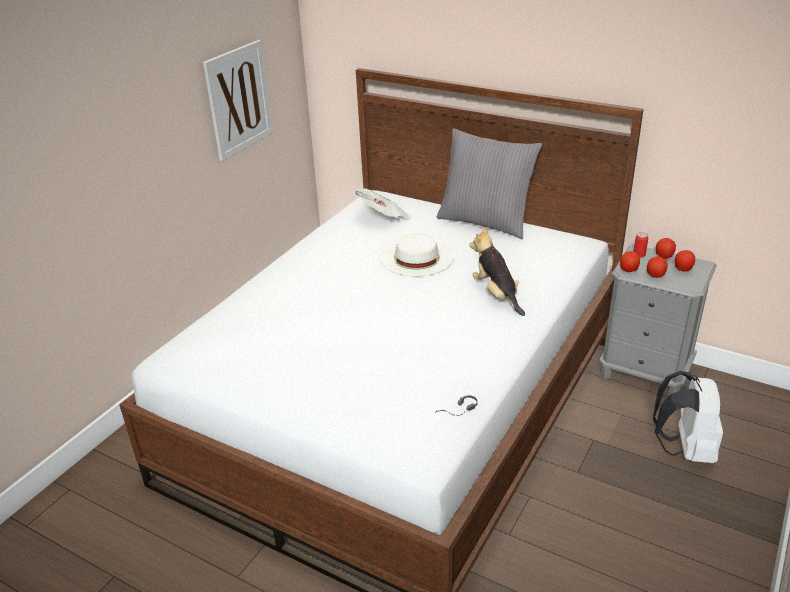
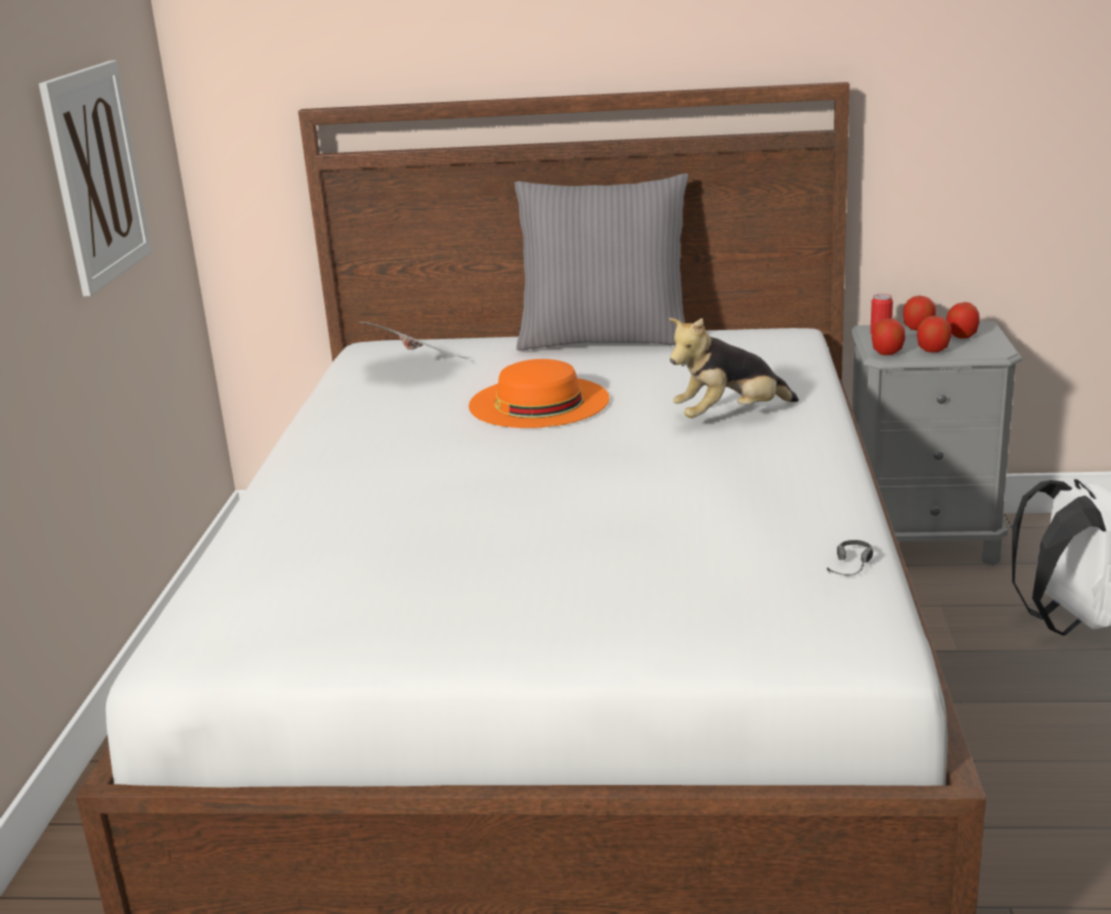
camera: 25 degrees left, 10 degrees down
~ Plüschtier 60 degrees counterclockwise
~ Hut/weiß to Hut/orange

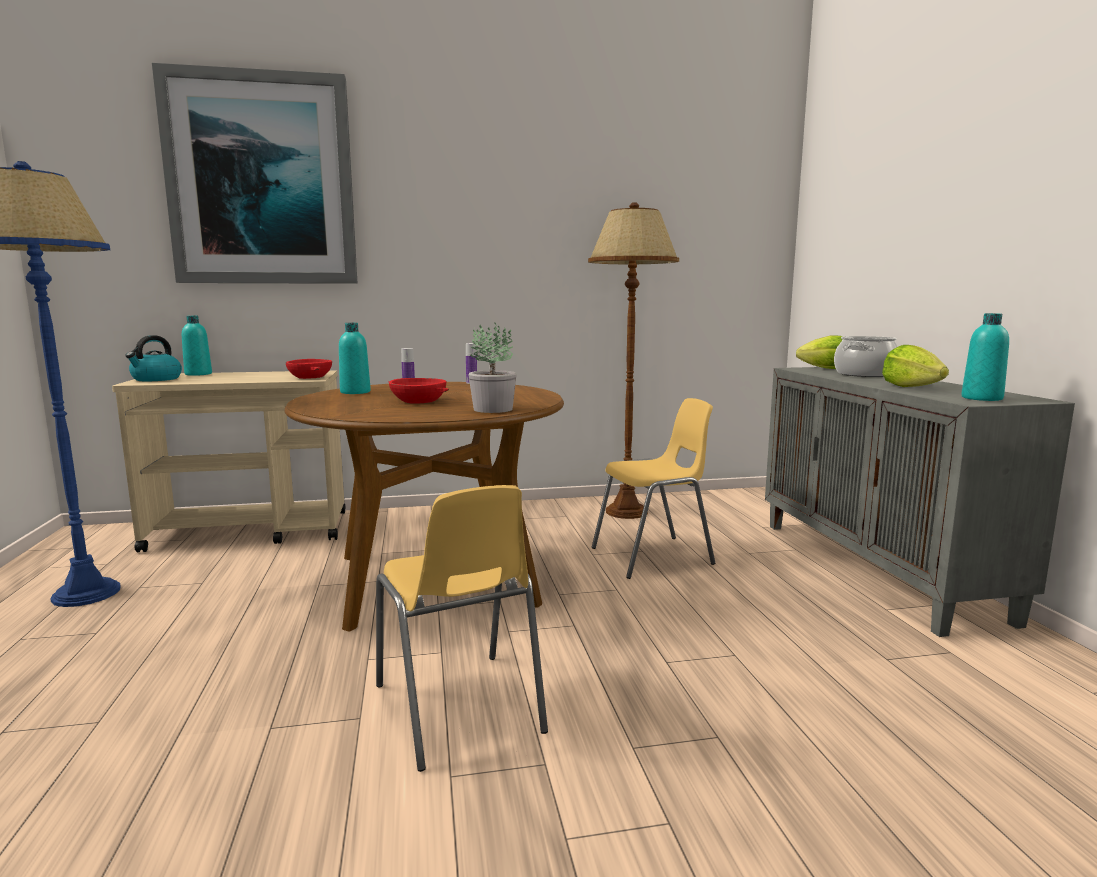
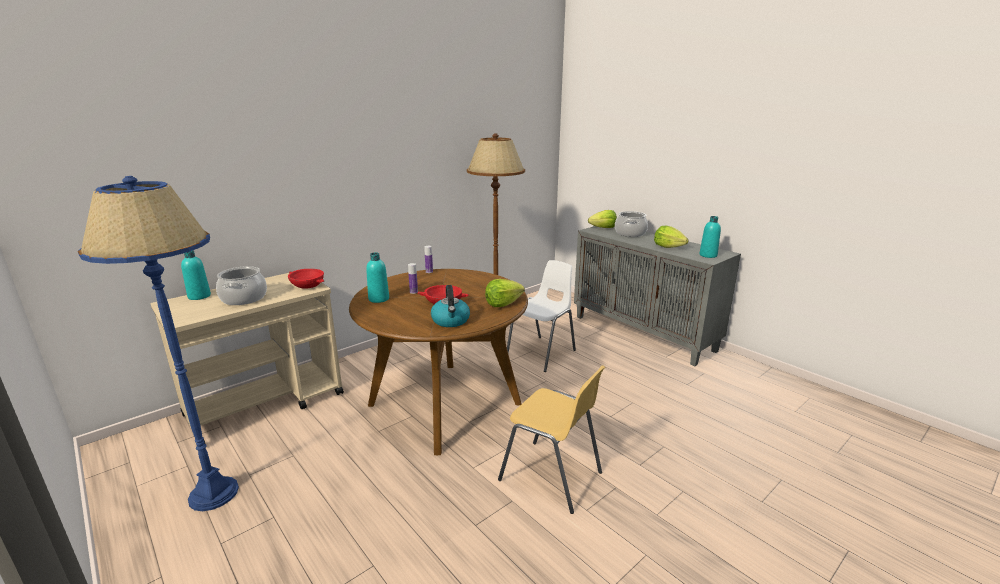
camera: 30 degrees left, 10 degrees up
- Bild
~ Topfpflanze to Salatkopf (1st from left)
~ Wasserkessel
~ Stuhl/gelb (2nd from left) to Stuhl/weiß
+ Kochtopf (1st from left)

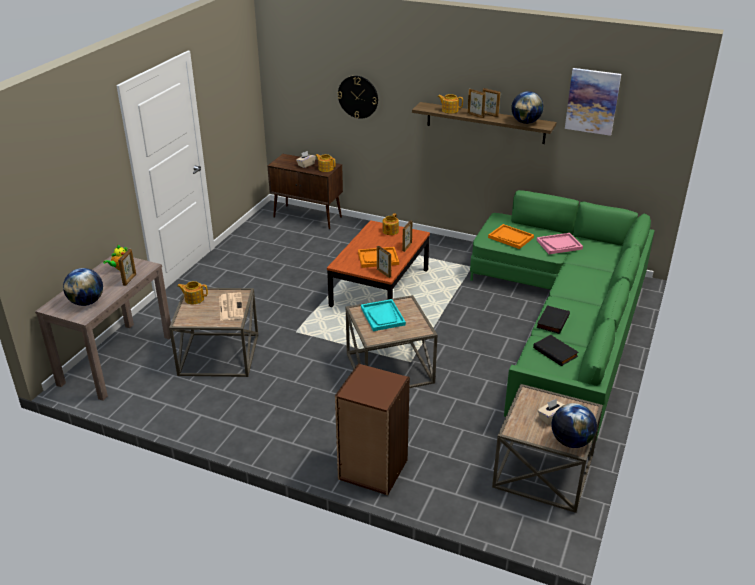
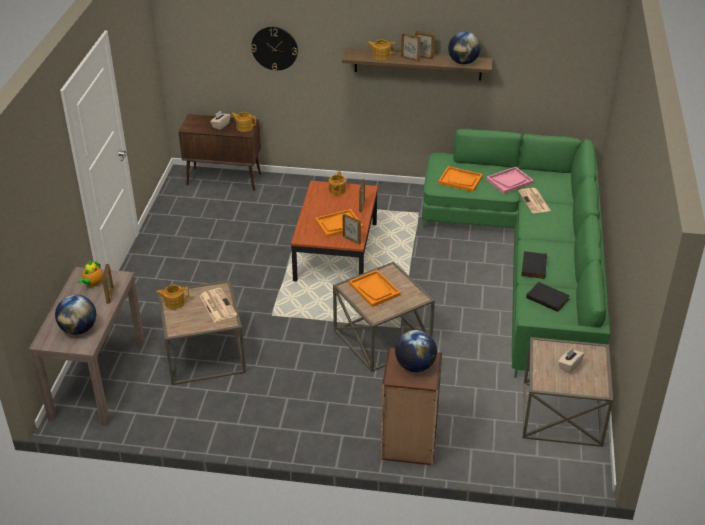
camera: 15 degrees left, 5 degrees up
- Bild
~ Tablett/türkis to Tablett/orange (2nd from left)
~ Globus (3rd from left in the first image) to Globus (2nd from left)
+ Zeitung (2nd from left)

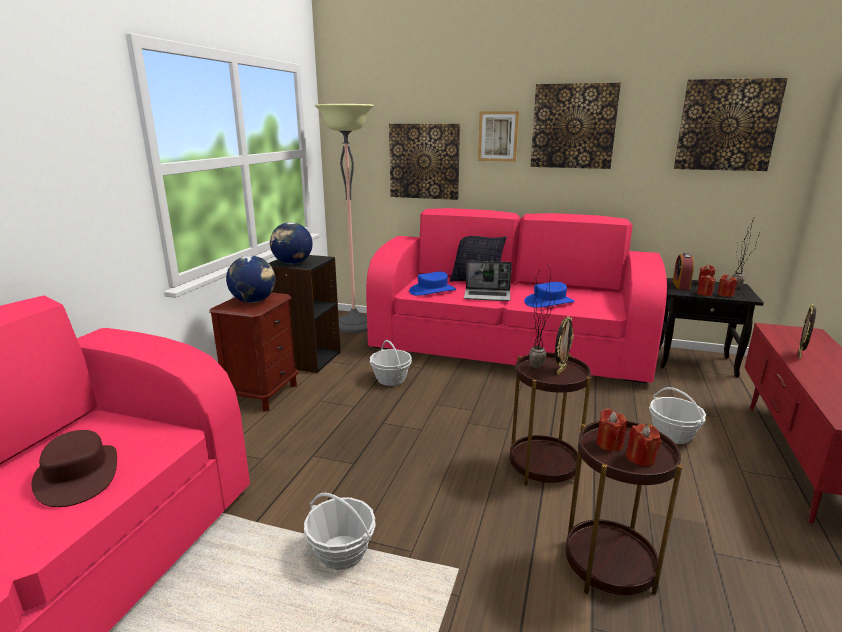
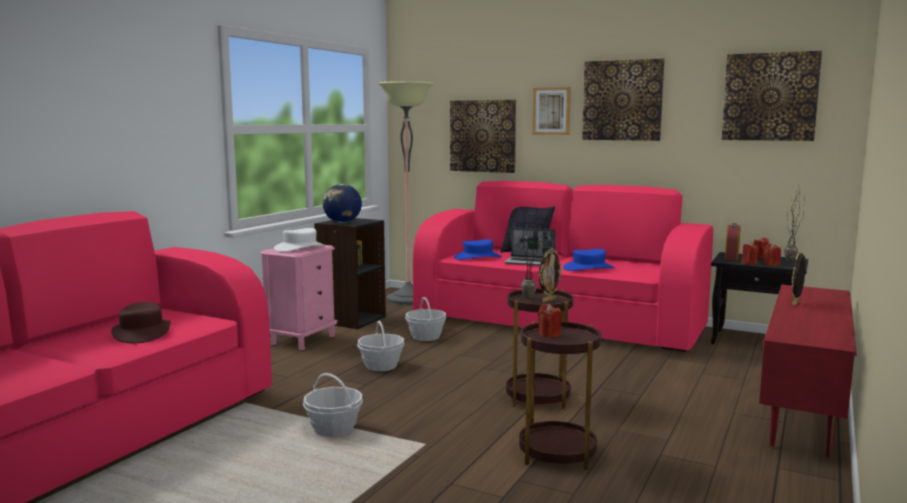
camera: 10 degrees right, 10 degrees down
~ Globus (1st from left) to Hut/weiß
~ Nachttisch/braun to Nachttisch/rosa
~ Korb (3rd from left in the first image) to Korb (2nd from left)
- Kerze/rot (2nd from left)

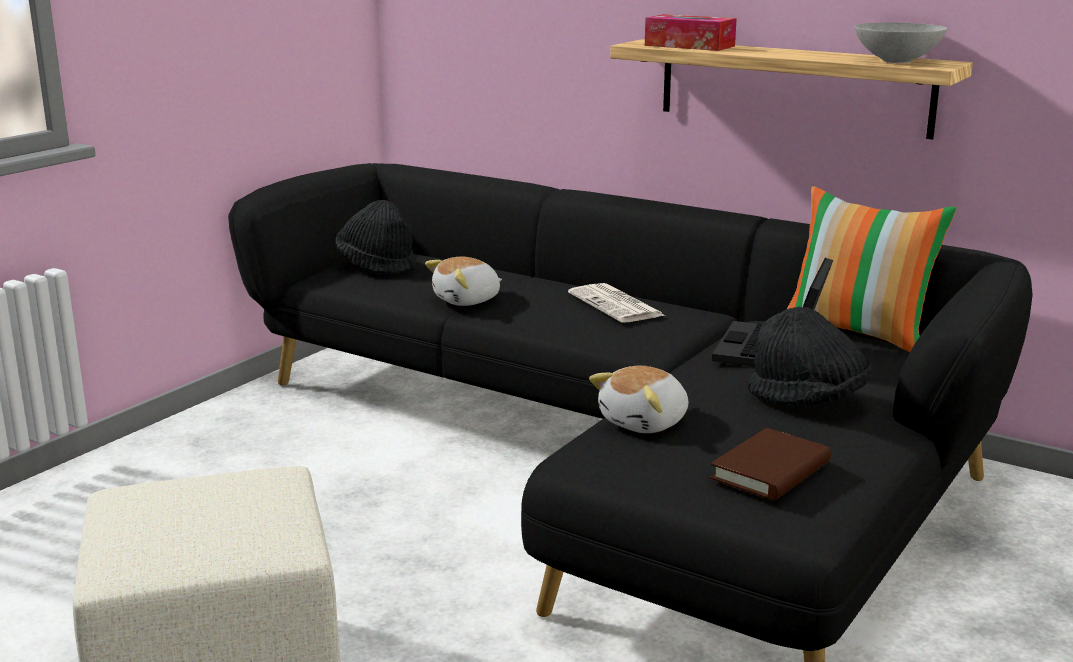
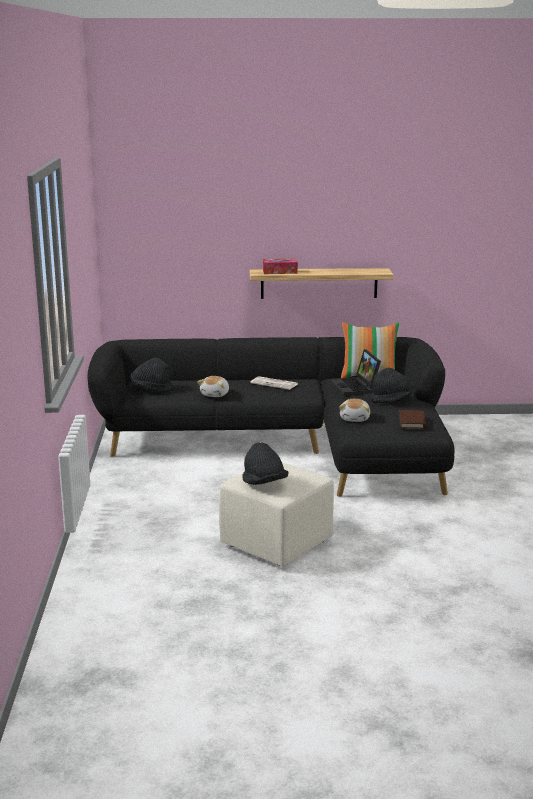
camera: 35 degrees left, 0 degrees up
- Schüssel/grau
+ Hut/schwarz (2nd from left)

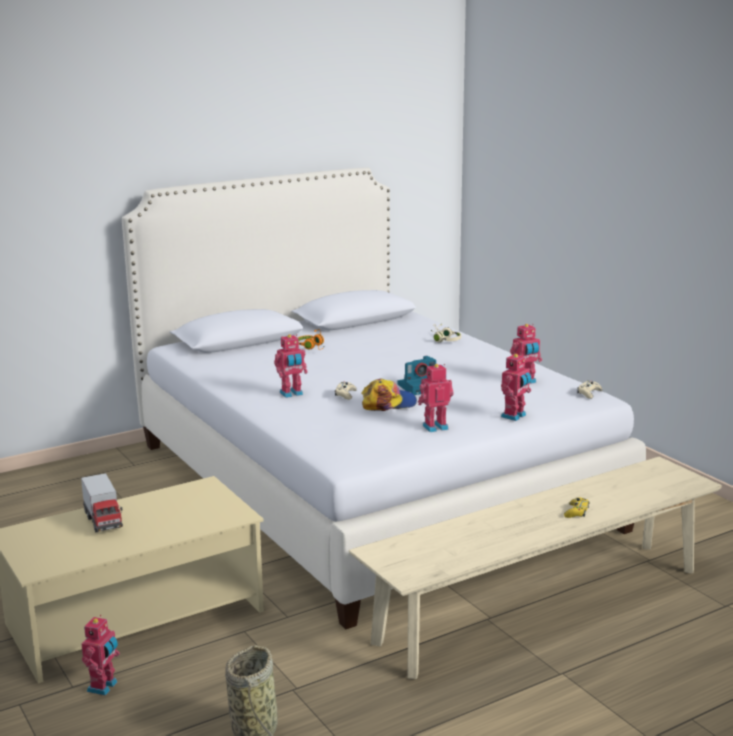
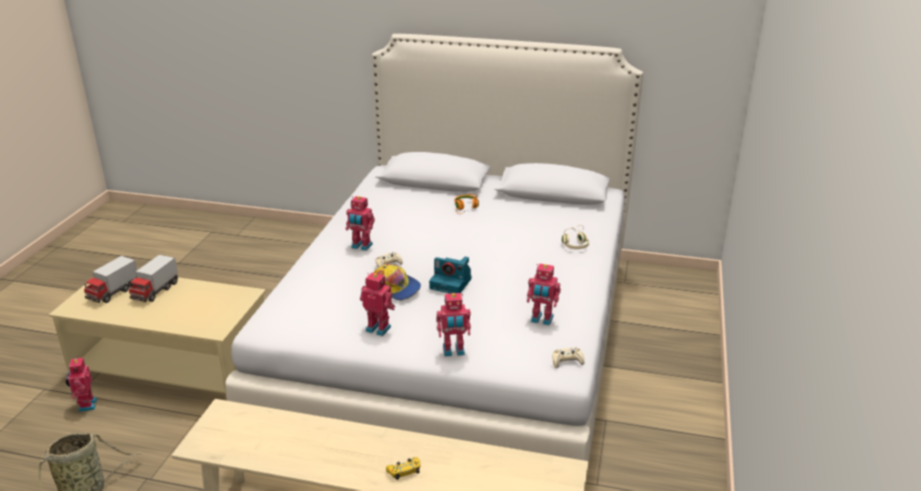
camera: 45 degrees right, 10 degrees up
~ Spielzeugroboter (1st from left) 105 degrees clockwise
+ Spielzeuglaster (1st from left)

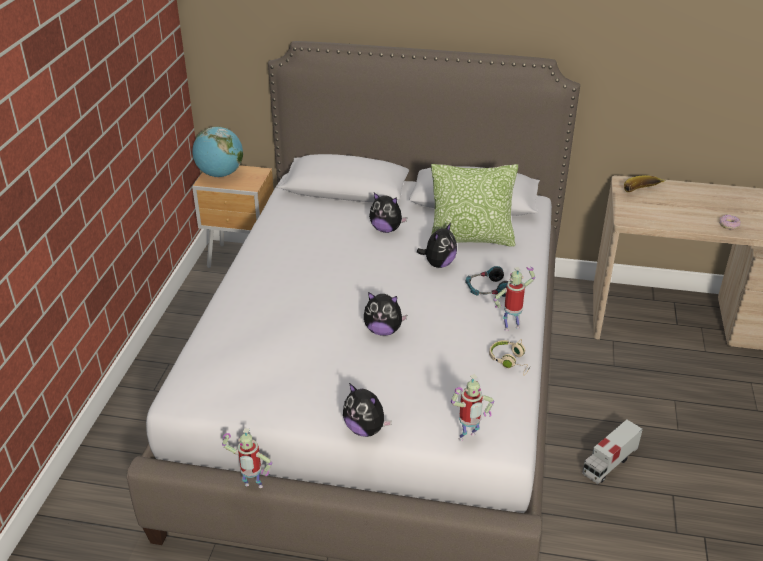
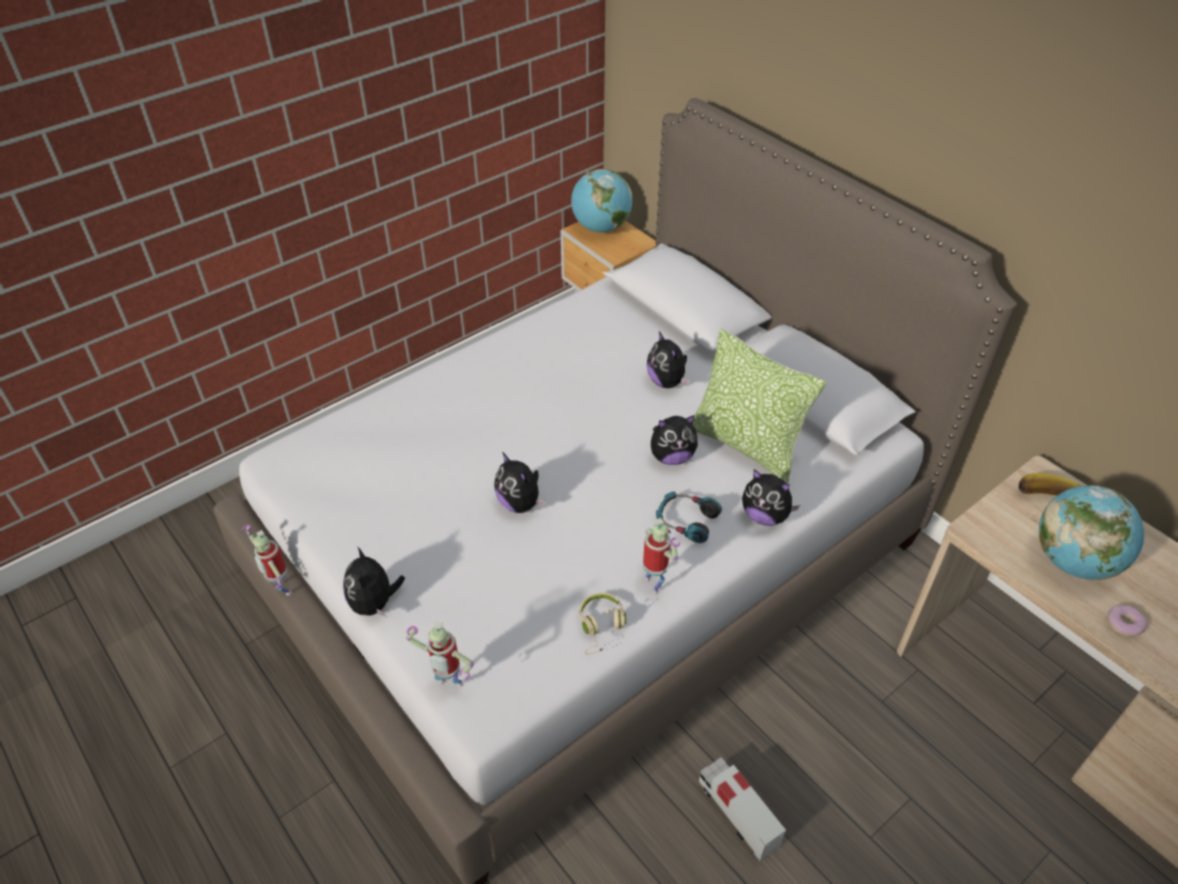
camera: 40 degrees right, 10 degrees up
~ Spielzeugroboter (3rd from left) 45 degrees clockwise
~ Spielzeuglaster 60 degrees clockwise
+ Plüschtier (5th from left)
+ Globus (2nd from left)

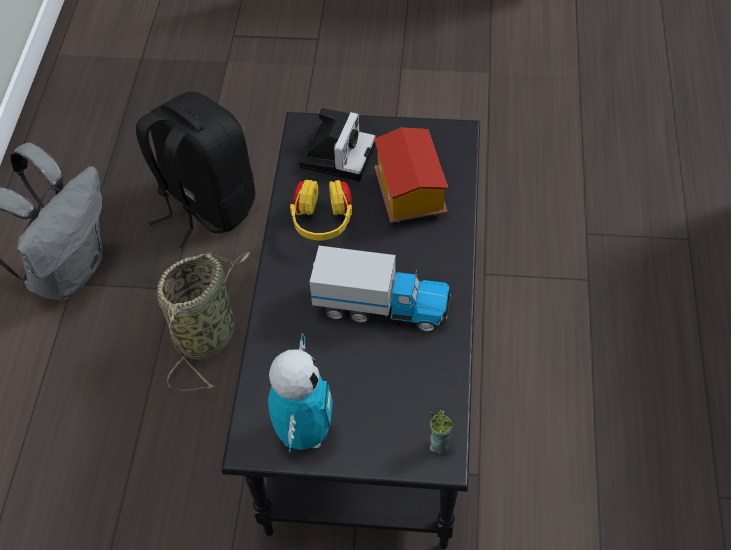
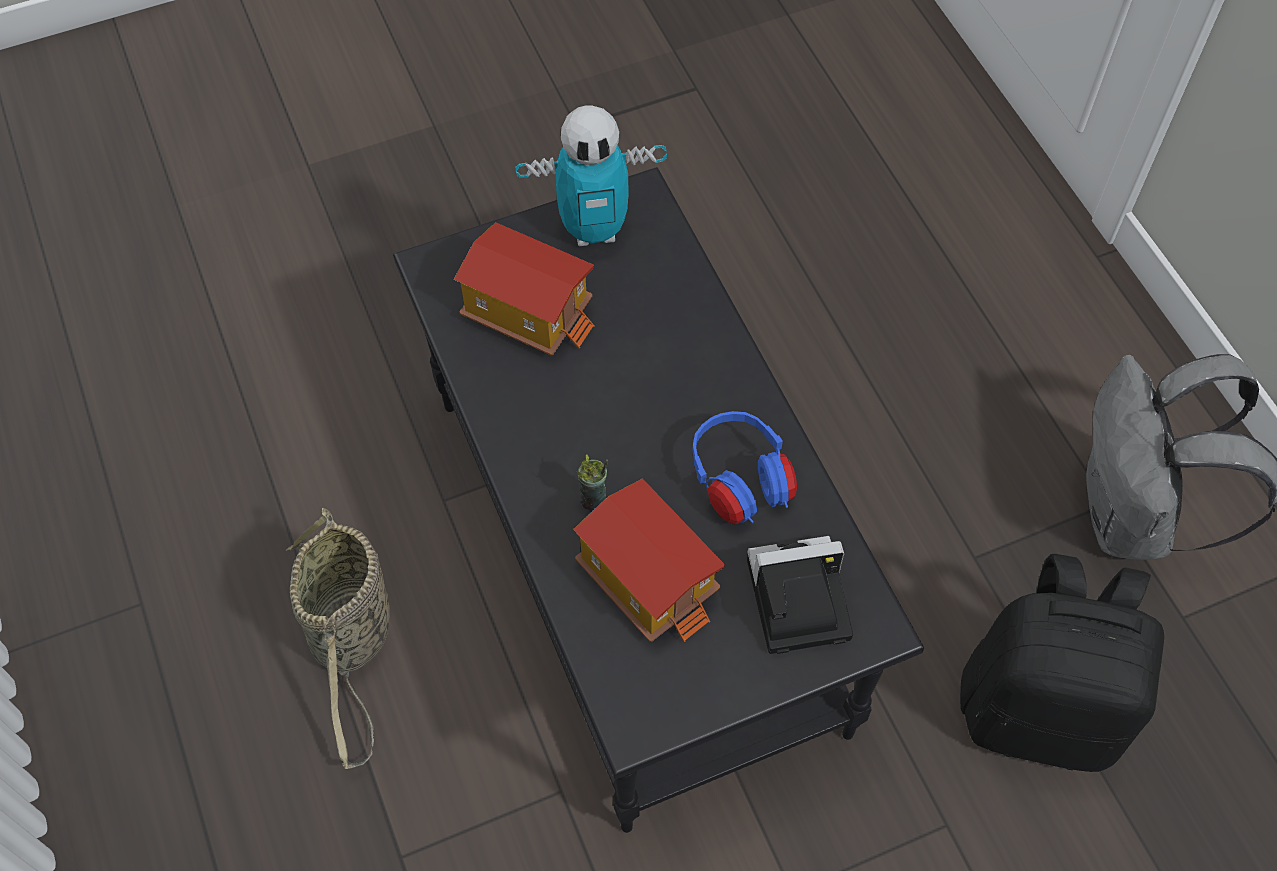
camera: 150 degrees right, 5 degrees up
~ Kamera 90 degrees clockwise
~ Kopfhörer/gelb to Kopfhörer/blau
- Spielzeuglaster
~ Korb
~ Spielzeugroboter 75 degrees counterclockwise
~ Tasse
+ Spielzeughaus (1st from left)

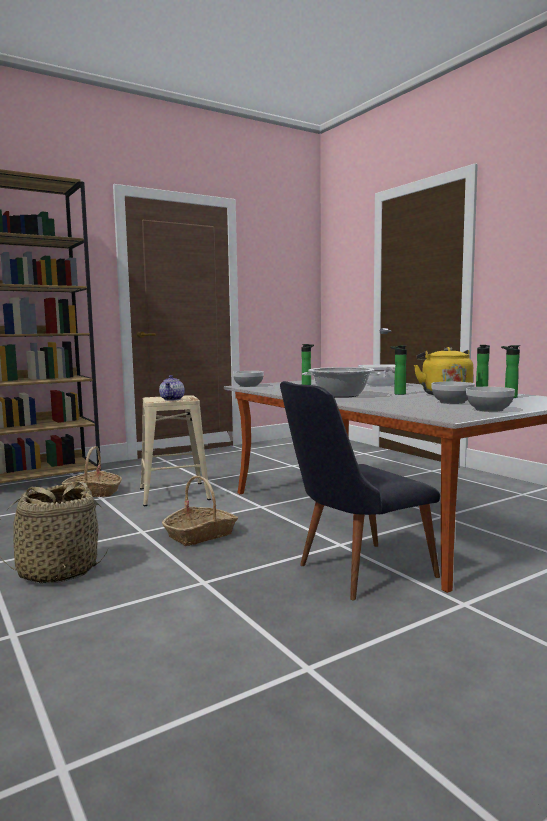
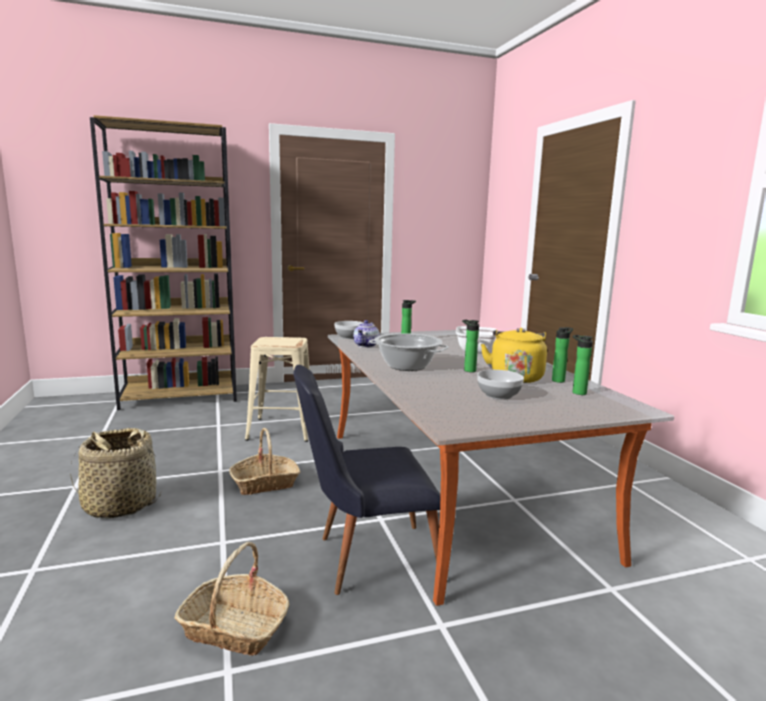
camera: 15 degrees right, 5 degrees up
~ Teekanne
- Schüssel (3rd from left)
~ Korb (2nd from left)

